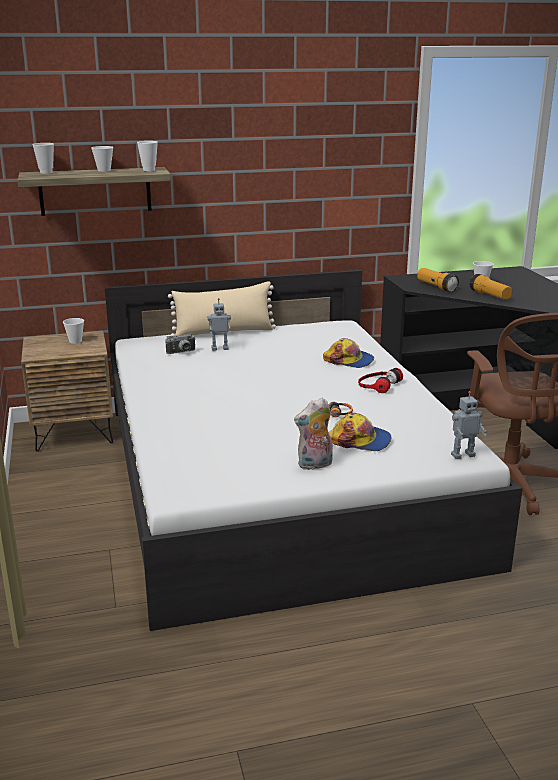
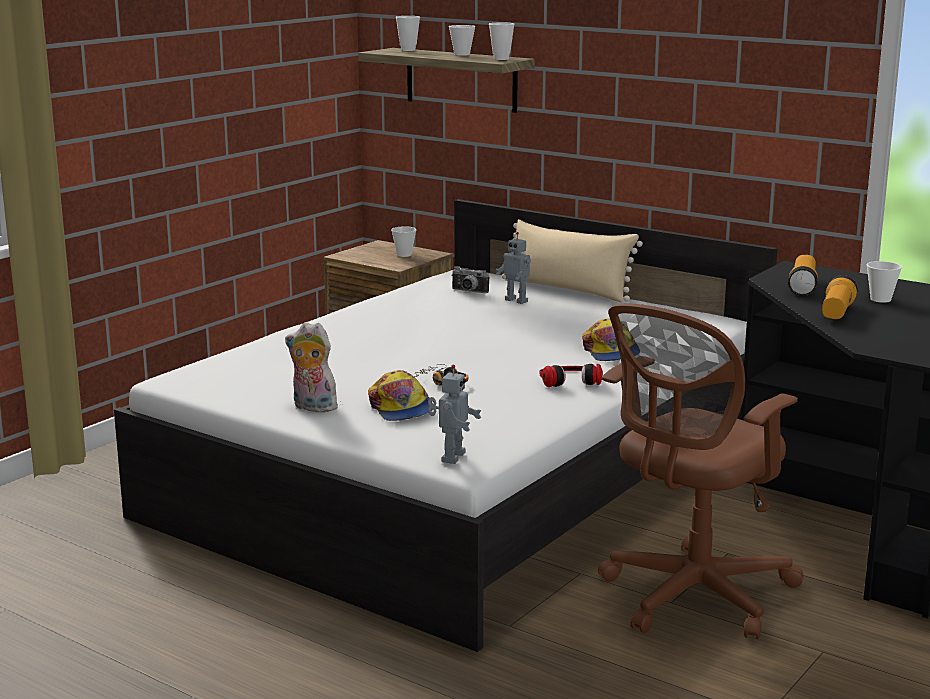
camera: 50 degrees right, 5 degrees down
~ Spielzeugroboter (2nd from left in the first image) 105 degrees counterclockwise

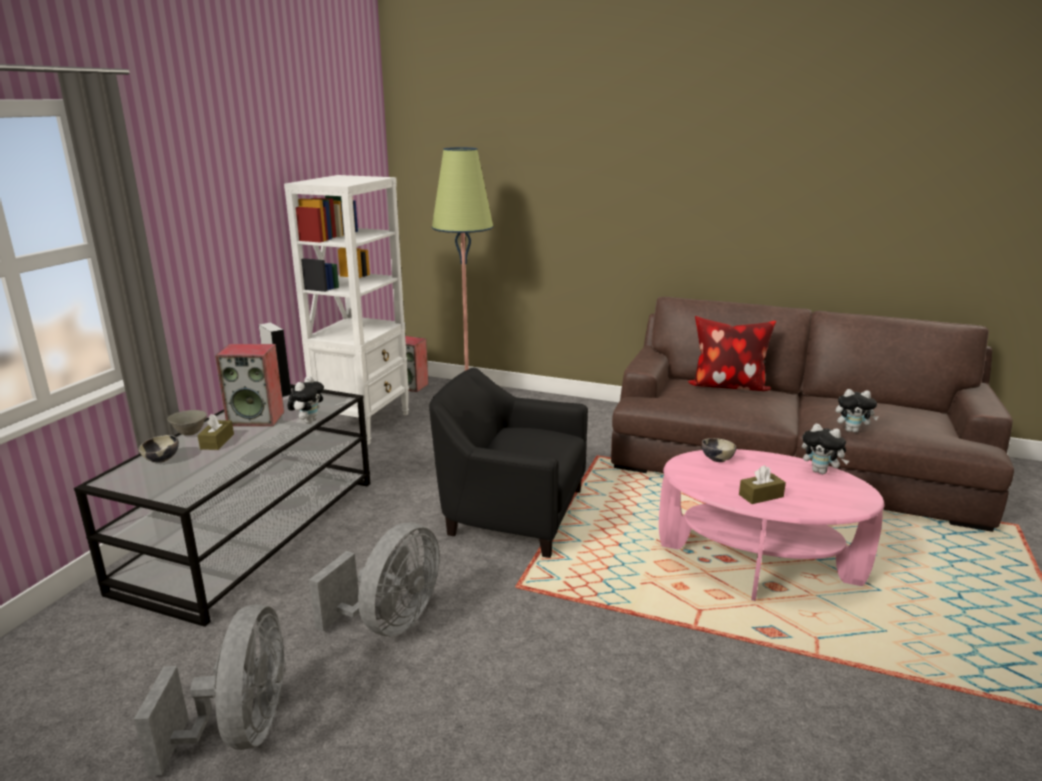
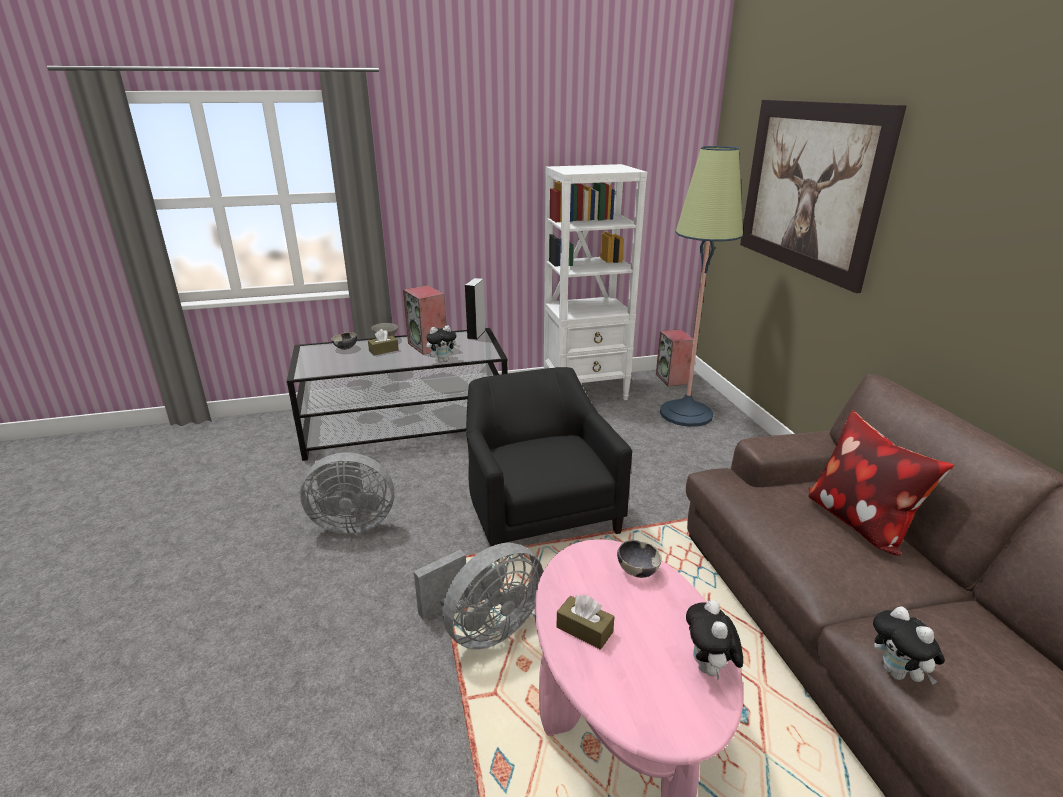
camera: 55 degrees right, 5 degrees up
~ Ventilator/grau (1st from left in the first image) to Ventilator/grau (2nd from left)
+ Bild

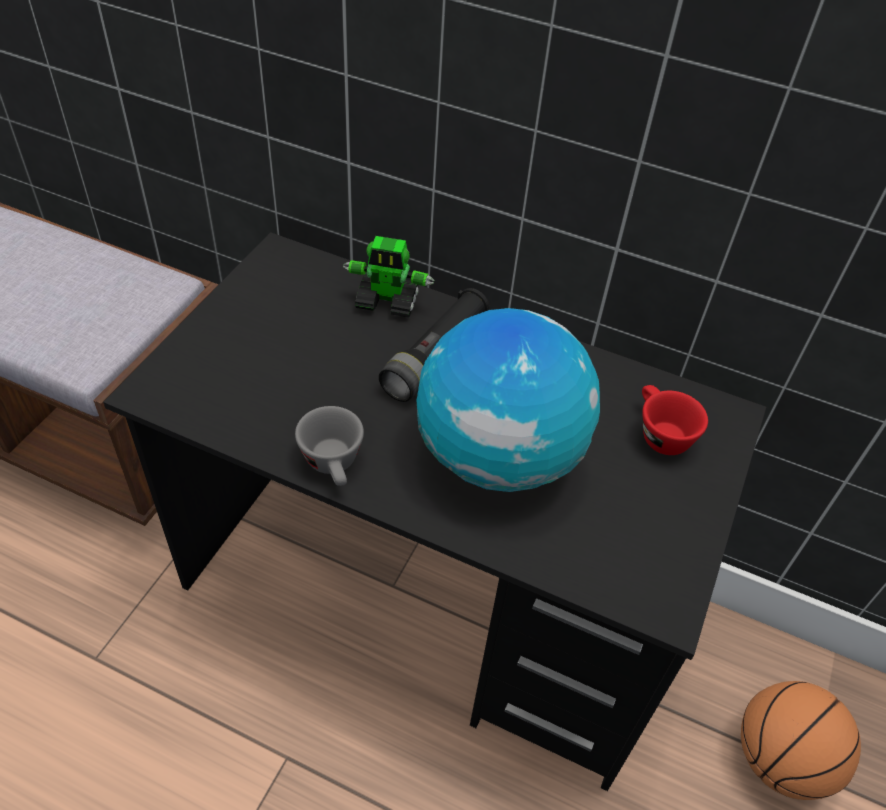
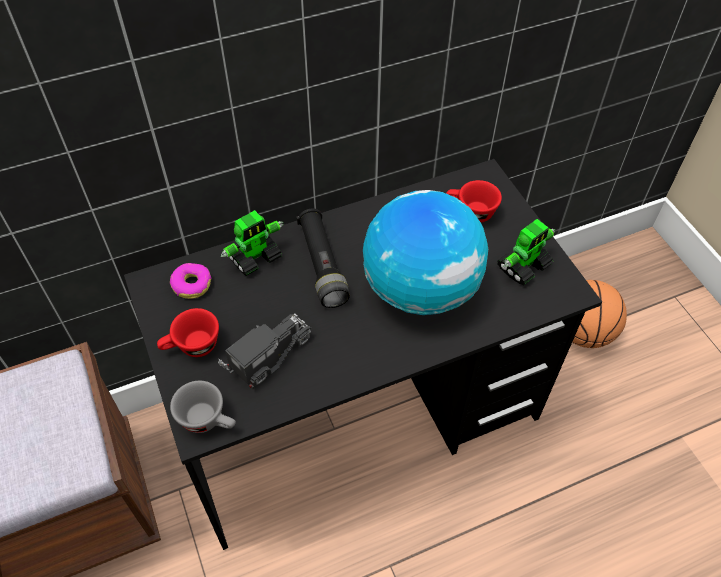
camera: 45 degrees left, 5 degrees up
~ Tasse/grau
+ Spielzeugroboter (2nd from left)
+ Donut
+ Tasse/rot (1st from left)
+ Spielzeuglaster

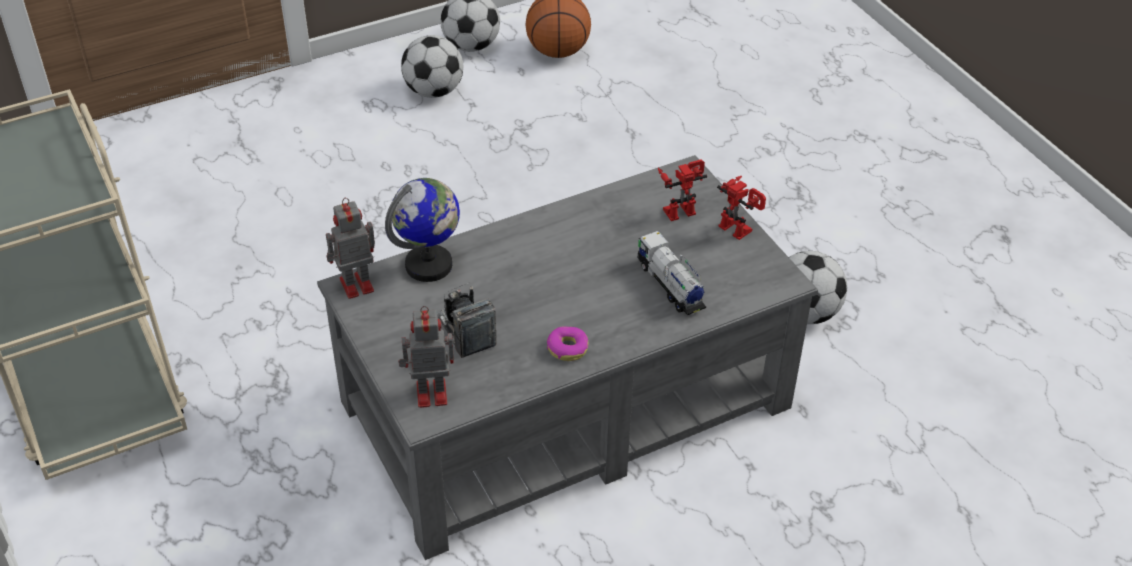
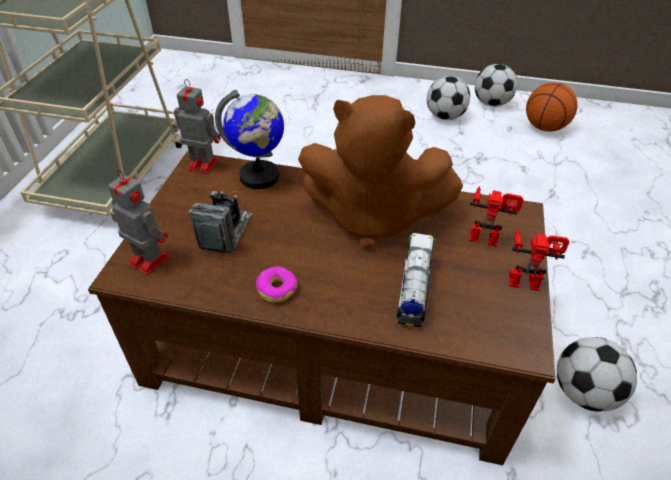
camera: 40 degrees right, 0 degrees up
~ Couchtisch/grau to Couchtisch/braun
~ Spielzeugroboter (4th from left) 75 degrees counterclockwise
+ Plüschtier/braun

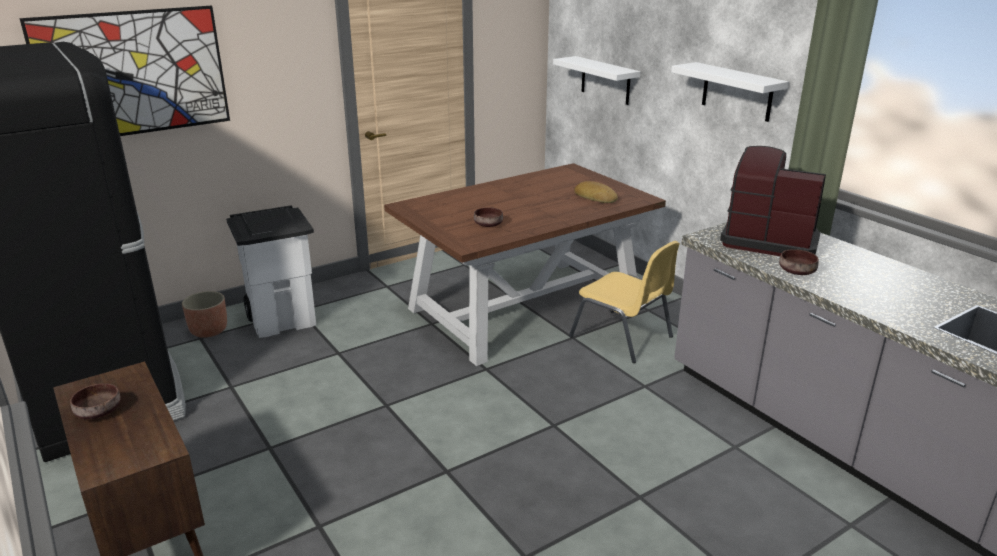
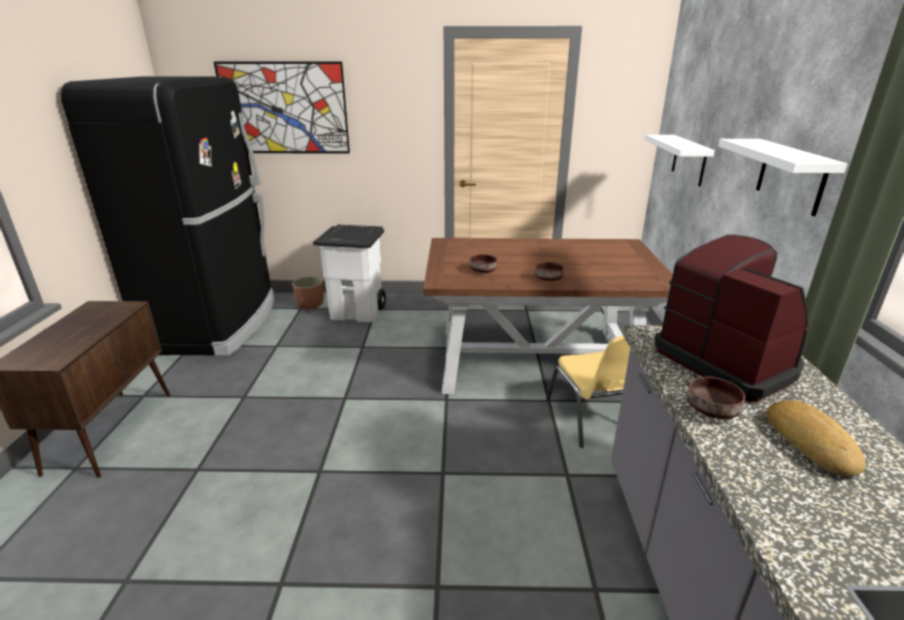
camera: 35 degrees right, 0 degrees up
~ Brot
~ Schüssel/braun (1st from left in the first image) to Schüssel/braun (2nd from left)

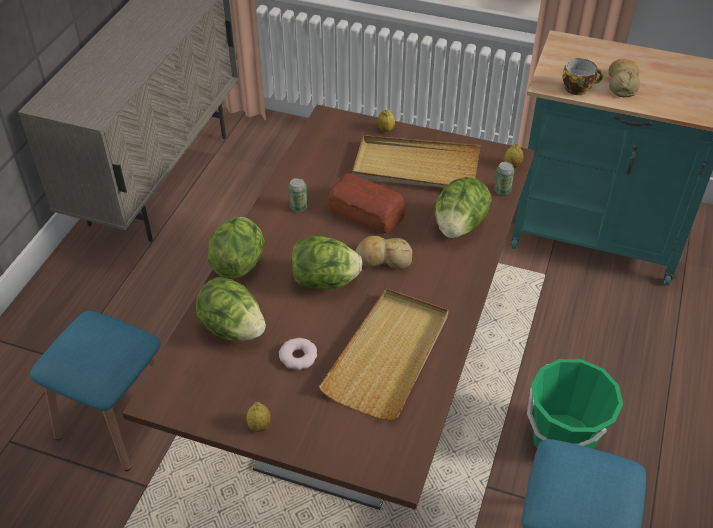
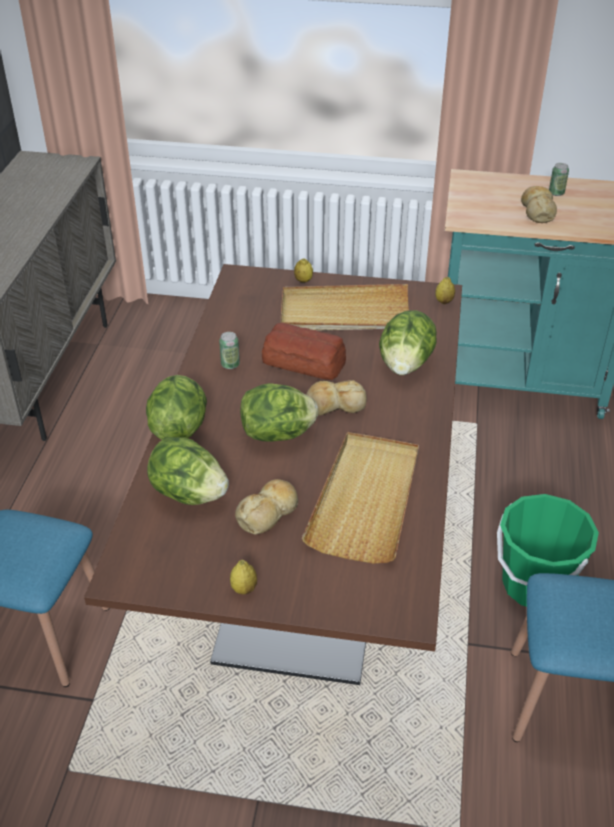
camera: 10 degrees left, 5 degrees down
- Tasse
~ Dose (2nd from left)
~ Donut to Brot (1st from left)

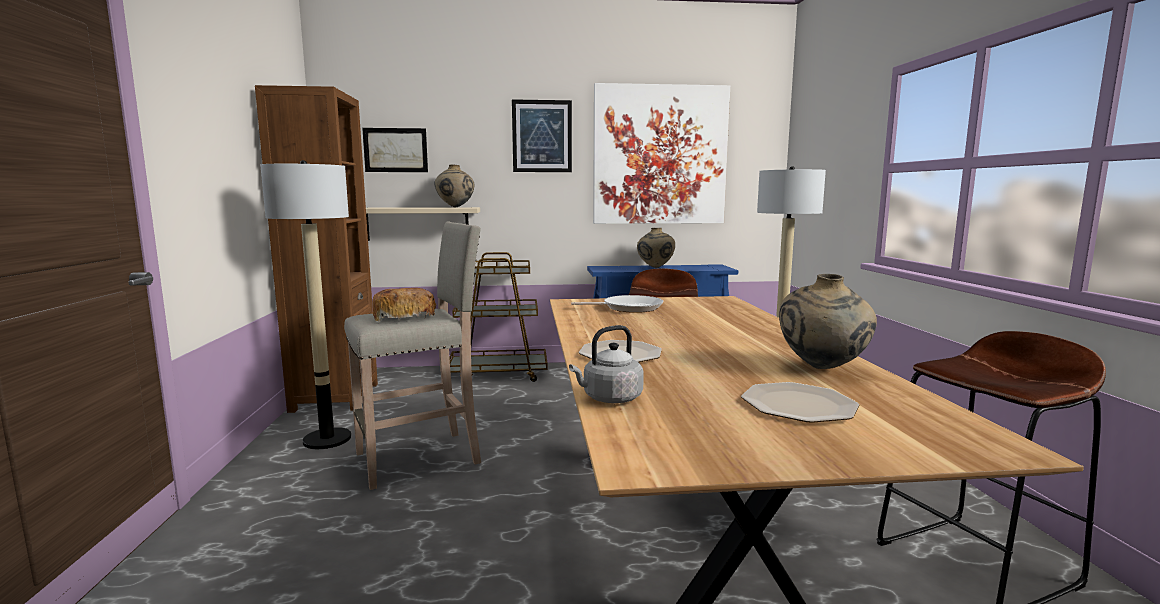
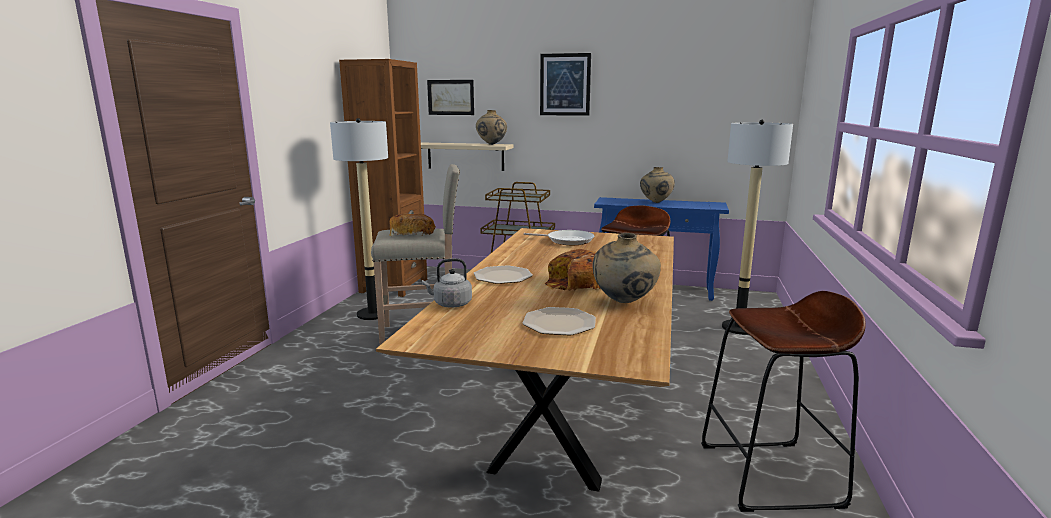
camera: 20 degrees right, 5 degrees up
- Bild (3rd from left)
+ Brot (2nd from left)

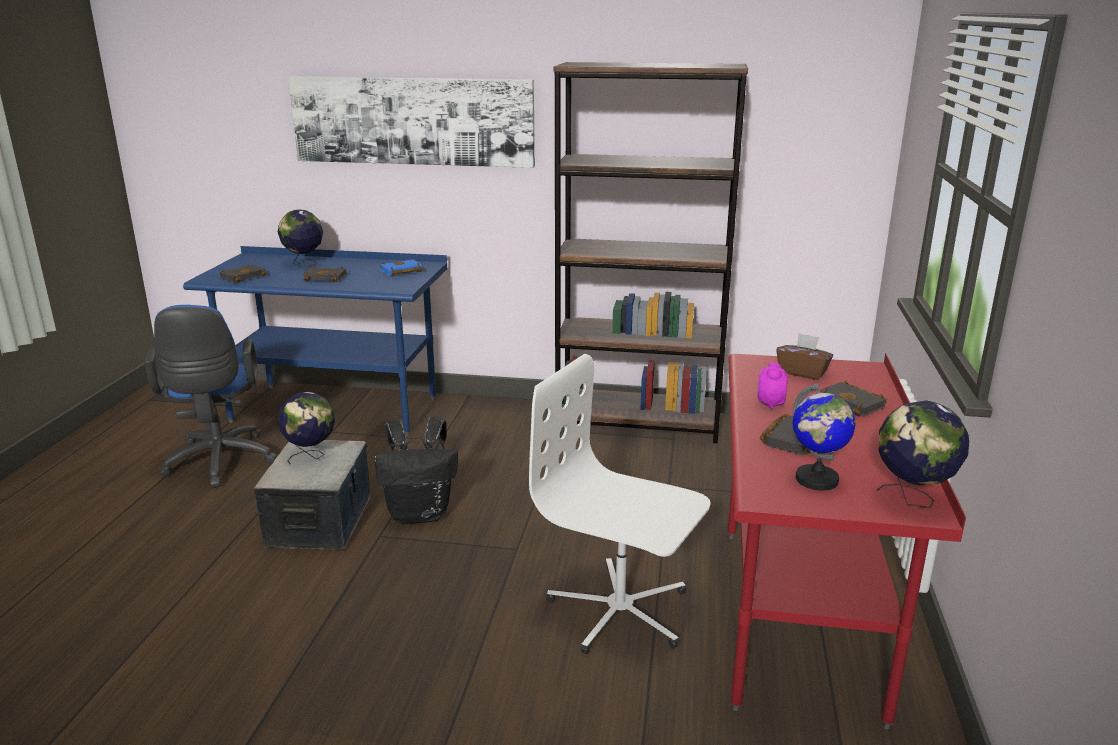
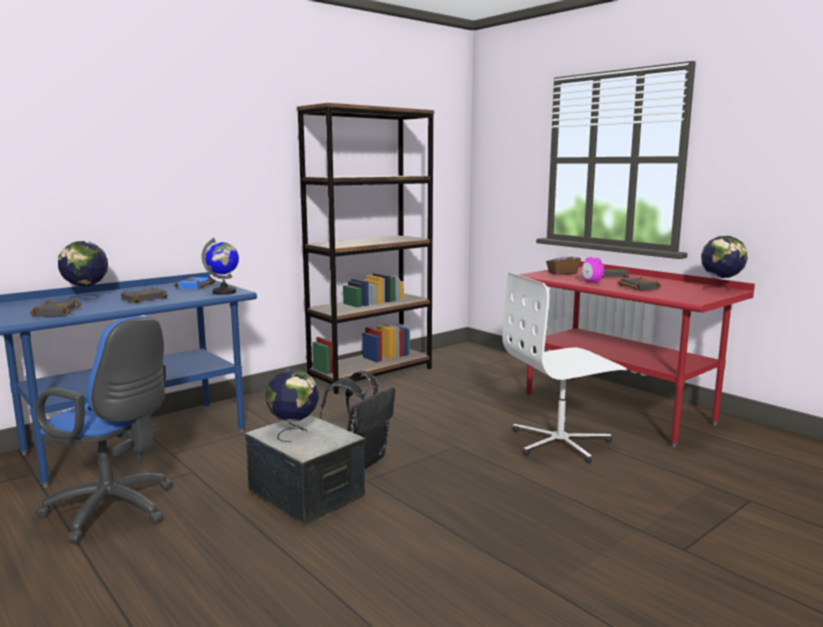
camera: 50 degrees left, 10 degrees down
- Bild
~ Globus (3rd from left in the first image) to Globus (2nd from left)

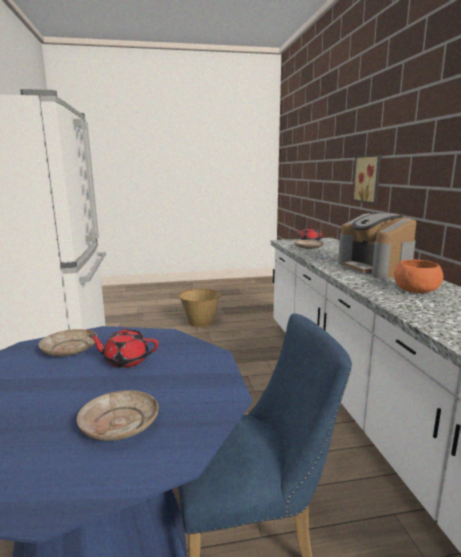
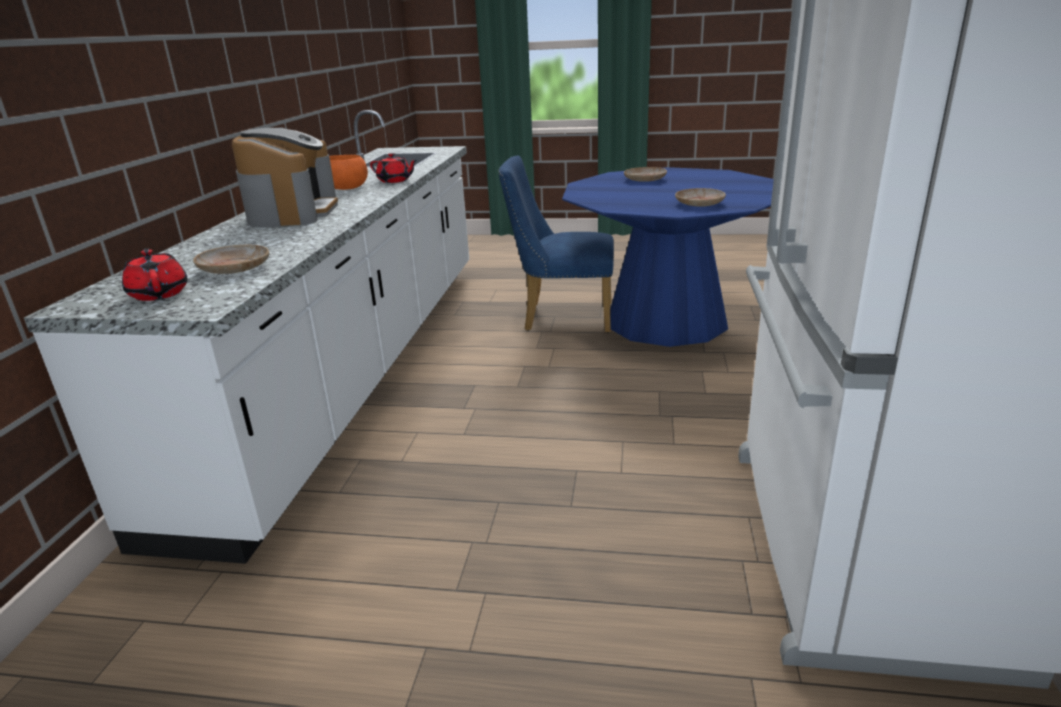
camera: 160 degrees left, 10 degrees up
- Bild
- Korb
~ Teekanne/rot (1st from left in the first image) to Teekanne/rot (2nd from left)

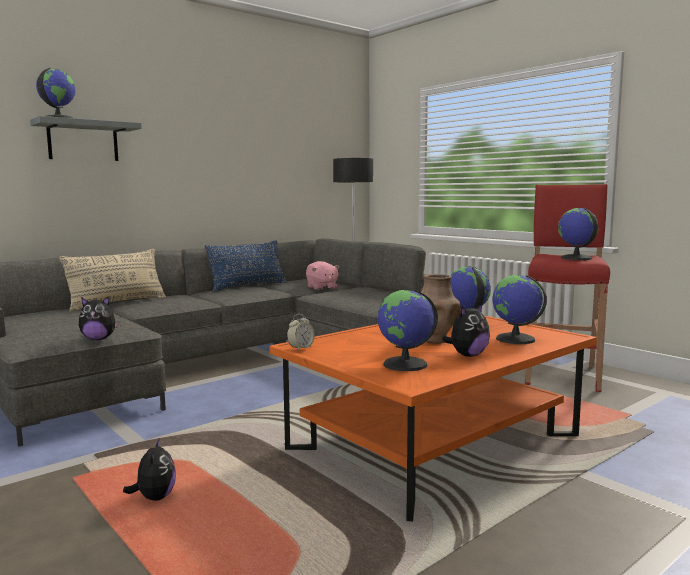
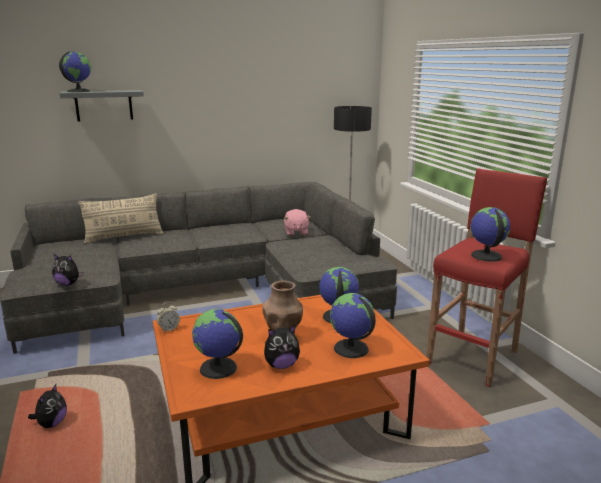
camera: 20 degrees right, 10 degrees up
- Kissen/blau

